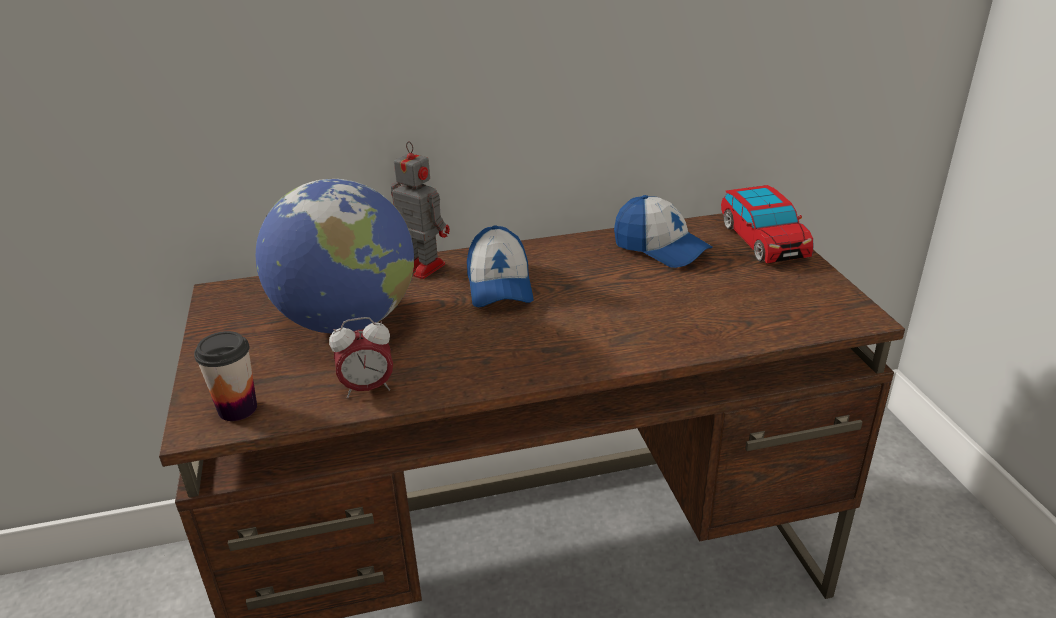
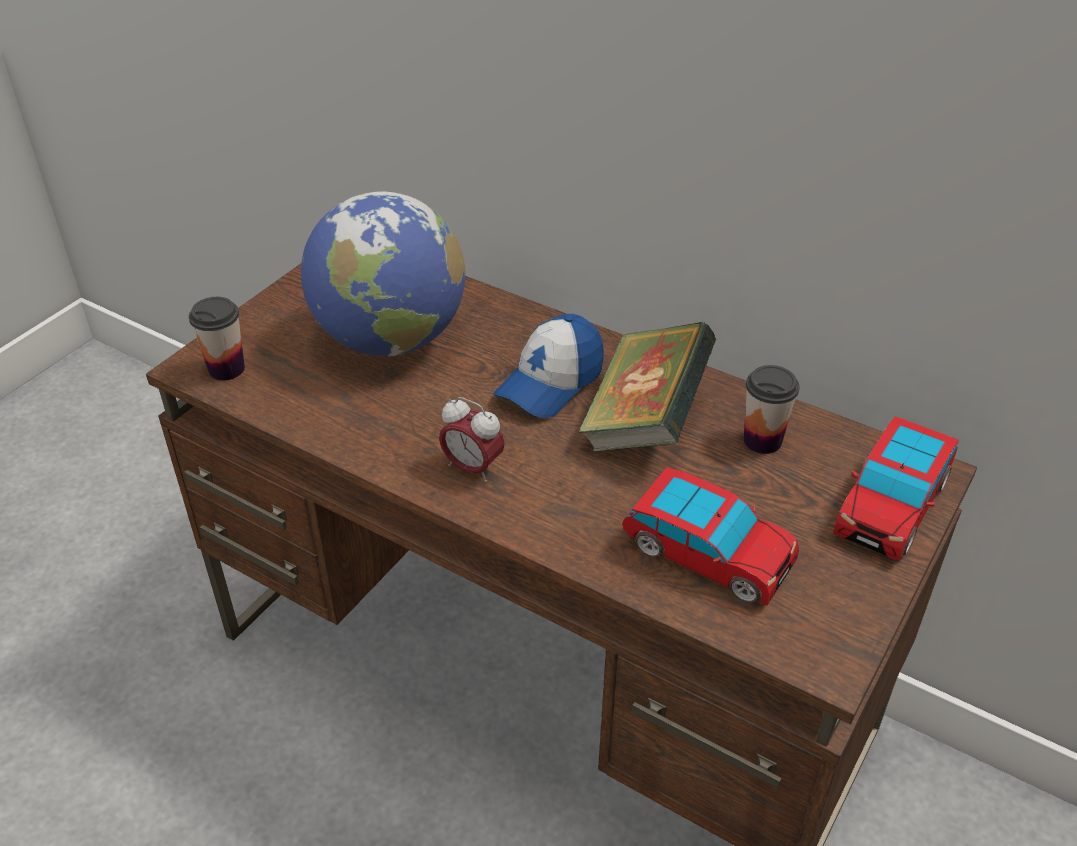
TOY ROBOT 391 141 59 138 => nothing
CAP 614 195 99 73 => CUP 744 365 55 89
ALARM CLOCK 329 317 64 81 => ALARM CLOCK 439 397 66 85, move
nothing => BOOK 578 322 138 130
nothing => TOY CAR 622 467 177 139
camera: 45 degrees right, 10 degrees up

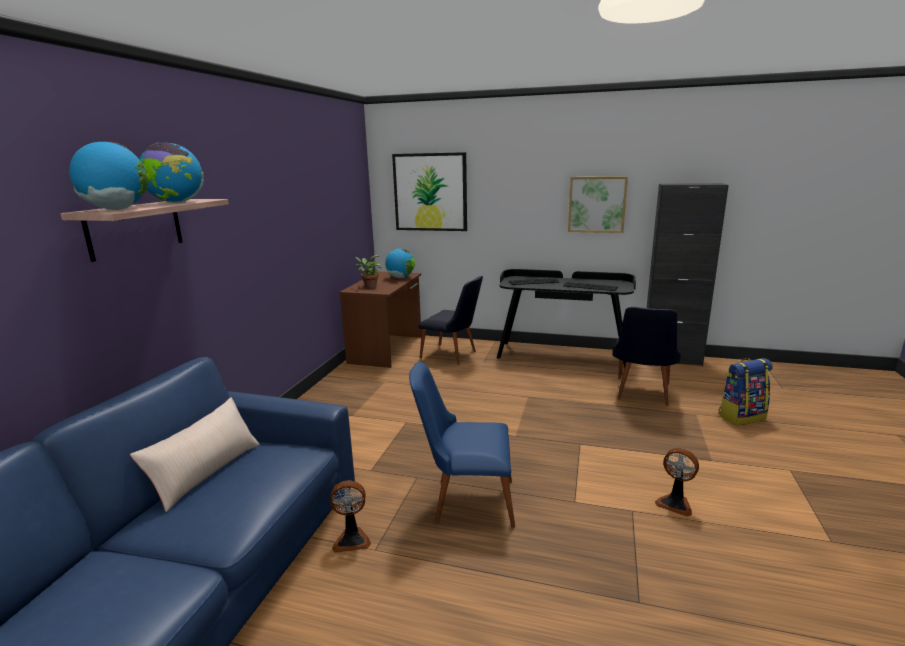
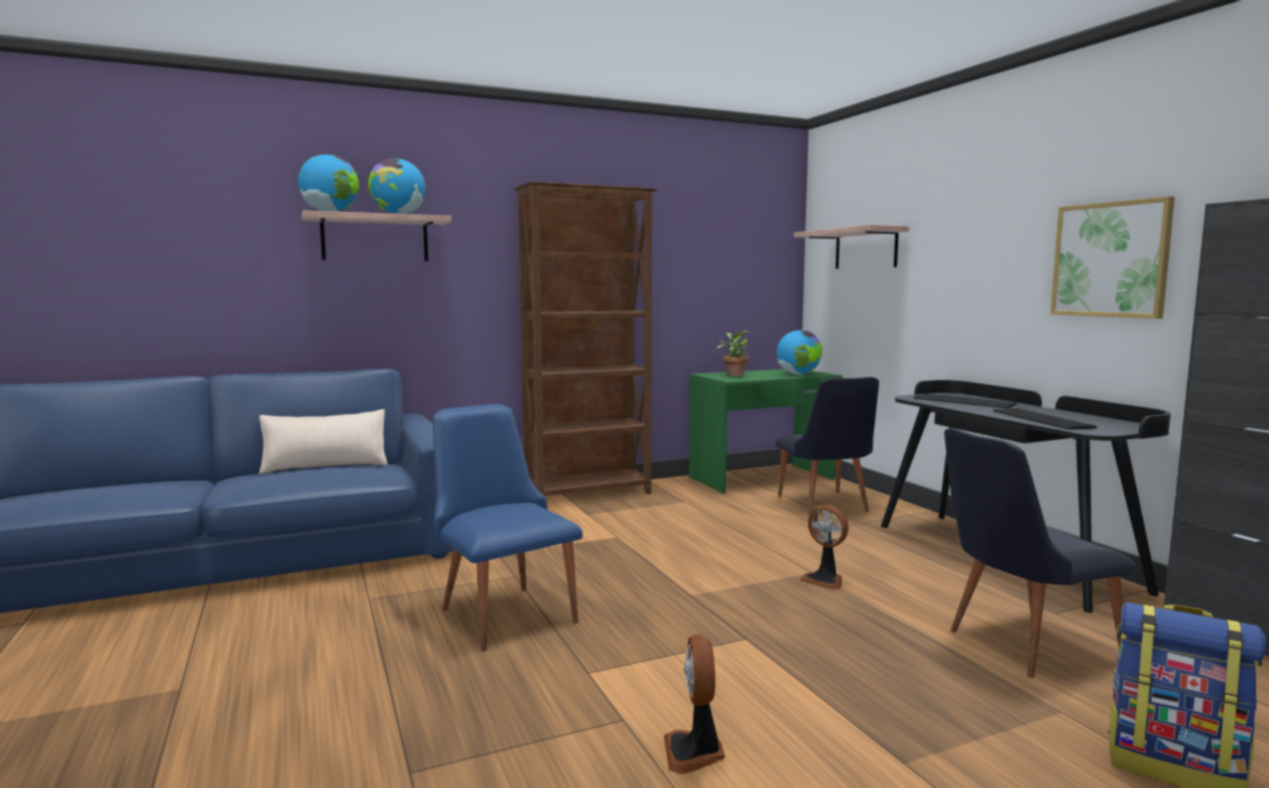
PICTURE 392 152 75 79 => SHELF 794 225 115 44
BROWN DESK 339 271 82 97 => GREEN DESK 689 369 153 125
FAN 330 481 41 72 => FAN 800 505 49 85, move
nothing => BROWN BOOKCASE 513 181 145 315
camera: 50 degrees right, 10 degrees down

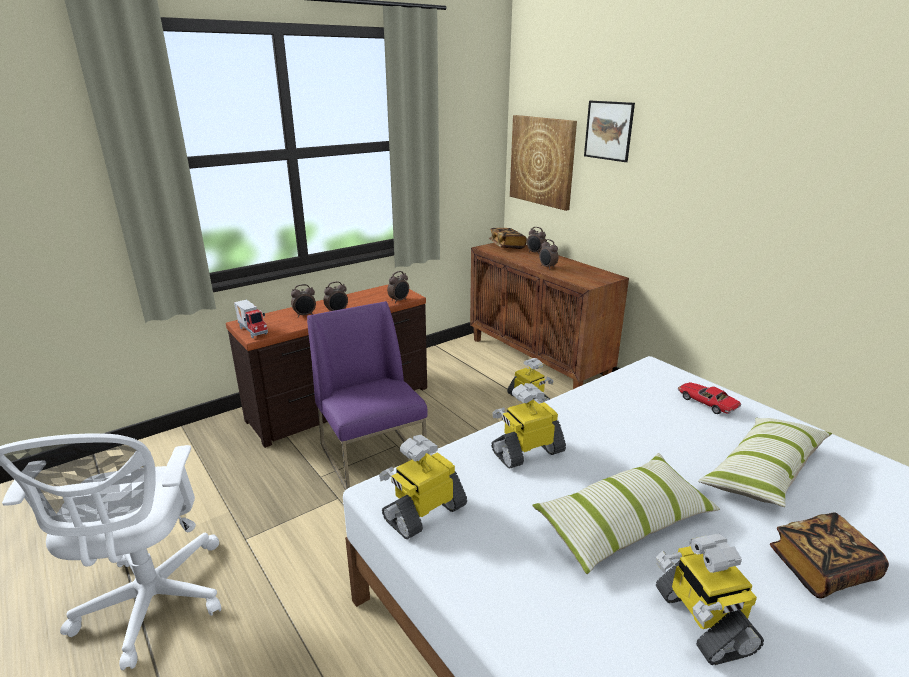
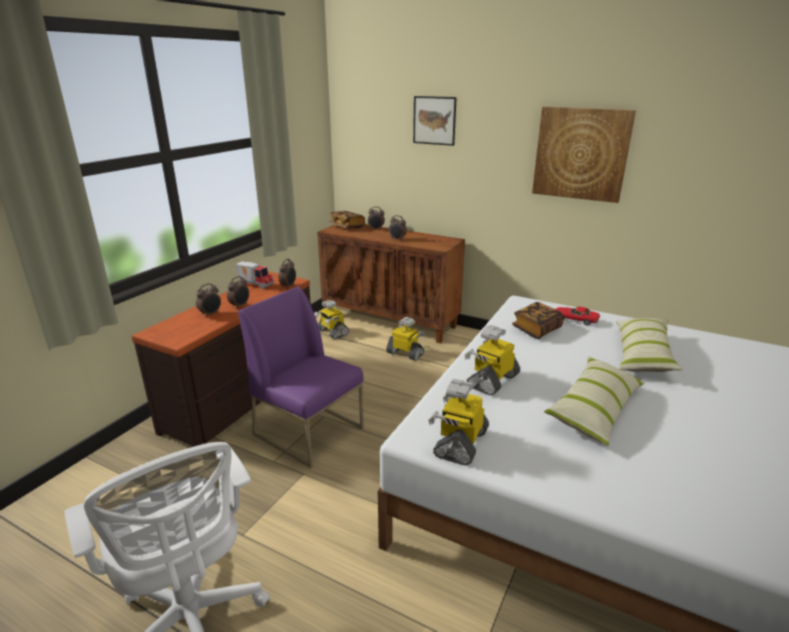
PICTURE 510 115 67 96 => PICTURE 532 107 104 96, move
TOY TRUCK 234 300 34 38 => TOY TRUCK 236 261 38 28, move
BOOK 770 512 119 87 => BOOK 512 302 52 37, move
TOY ROBOT 656 533 108 133 => TOY ROBOT 314 300 35 39, move
camera: 25 degrees left, 0 degrees up

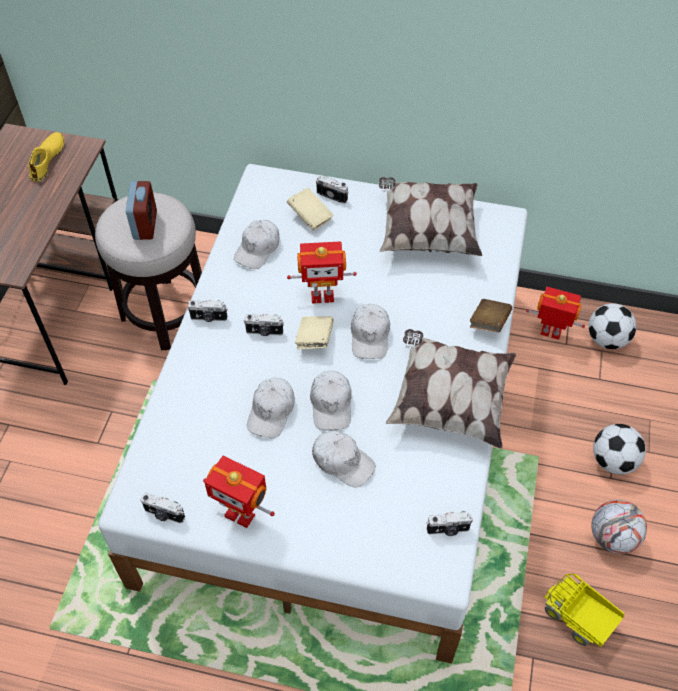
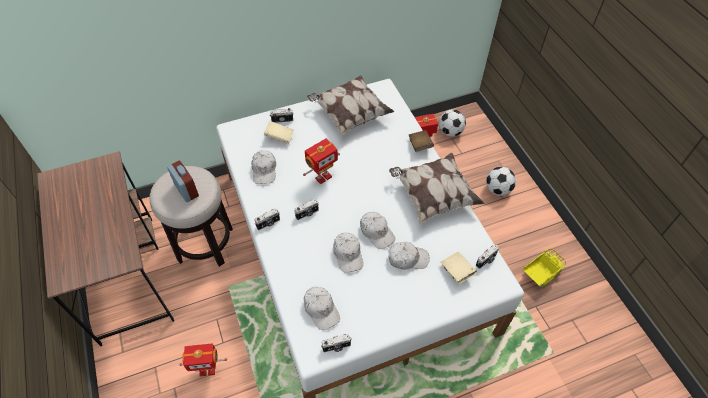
YELLOW SHOE 28 132 36 50 => nothing
WHITE CAP 351 304 39 55 => WHITE CAP 304 287 36 43, move
BEIGE BOOK 295 316 39 33 => BEIGE BOOK 441 252 36 32, move
TOY ROBOT 203 455 72 73 => TOY ROBOT 179 343 48 33, move
FOOTBALL 591 500 56 54 => nothing
TOY TRUCK 542 574 83 73 => TOY TRUCK 523 249 43 40, 135 degrees clockwise
camera: 35 degrees left, 0 degrees up

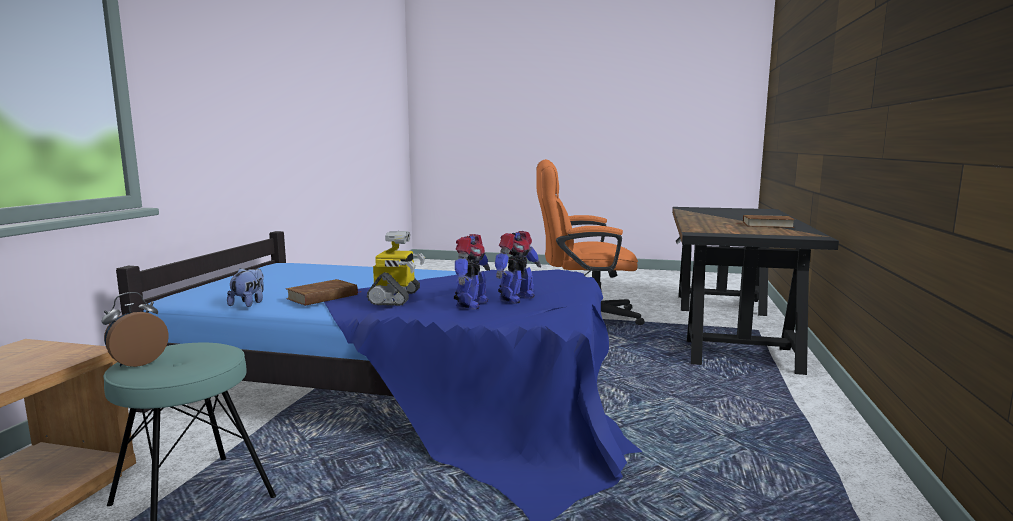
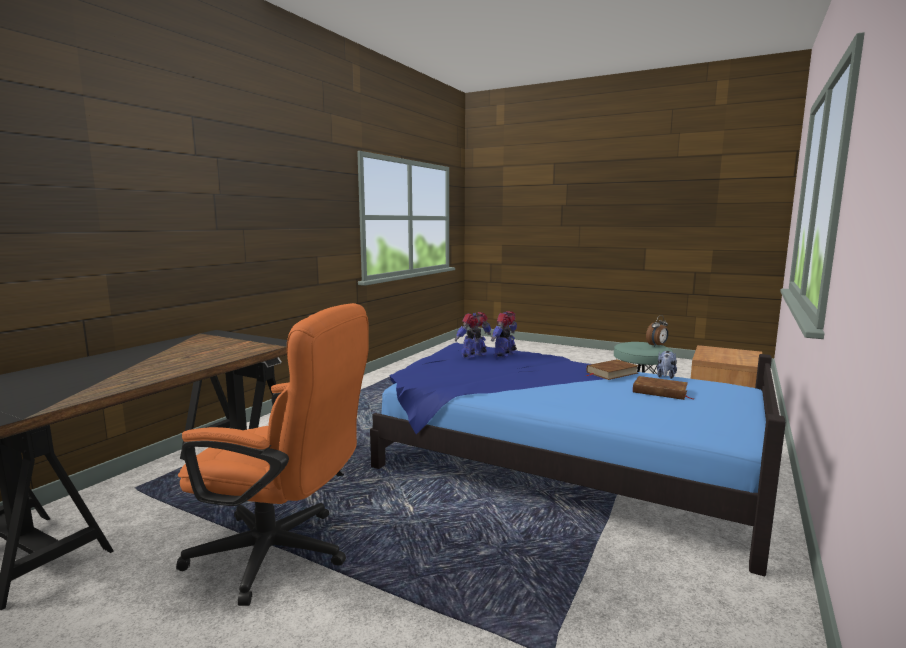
BROWN BOOK 735 215 60 13 => BROWN BOOK 633 376 62 24, move
TOY ROBOT 367 231 58 75 => nothing
camera: 165 degrees left, 0 degrees up

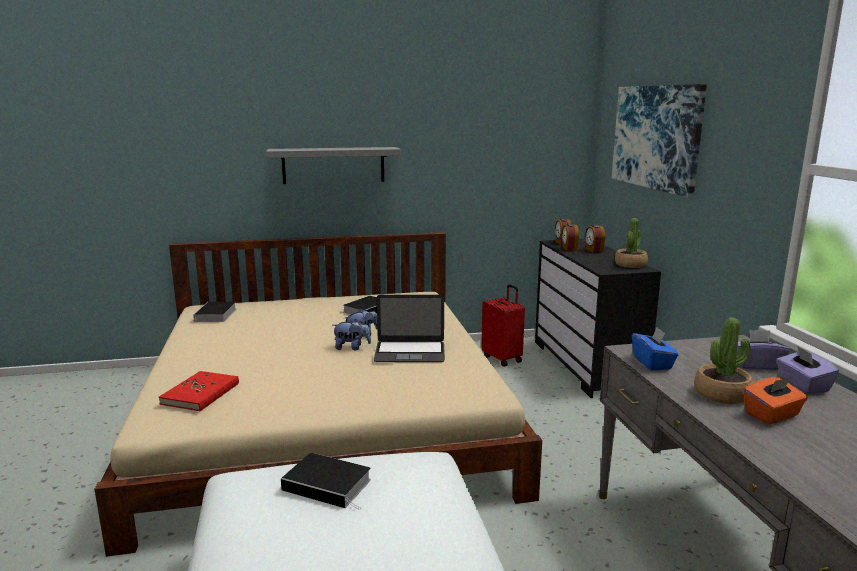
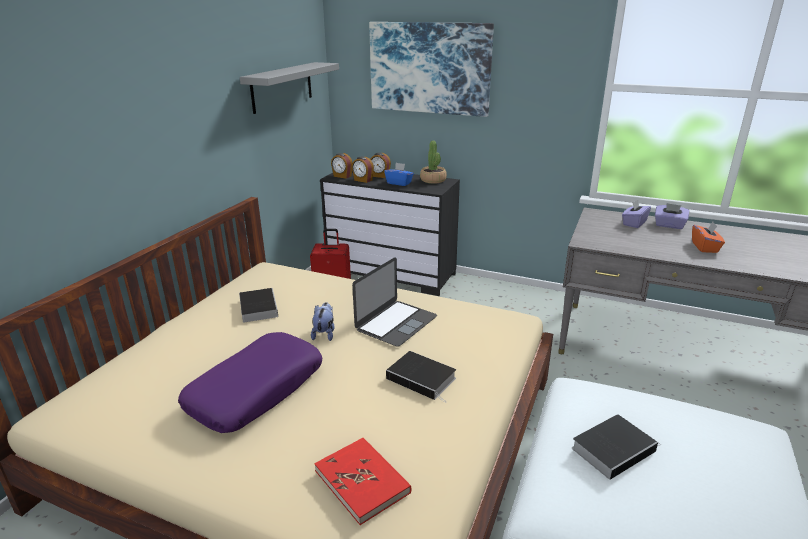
GREY SHELF 266 147 135 37 => GREY SHELF 240 62 99 52, move
BOOK 193 302 43 22 => BOOK 386 351 70 52, move
POTTED PLANT 694 317 59 87 => nothing
PLUSH TOY 333 319 38 31 => nothing
BLUE TISSUE BOX 632 327 46 43 => BLUE TISSUE BOX 384 163 30 23, move
nothing => PURPLE PILLOW 178 332 144 101
camera: 55 degrees left, 10 degrees up

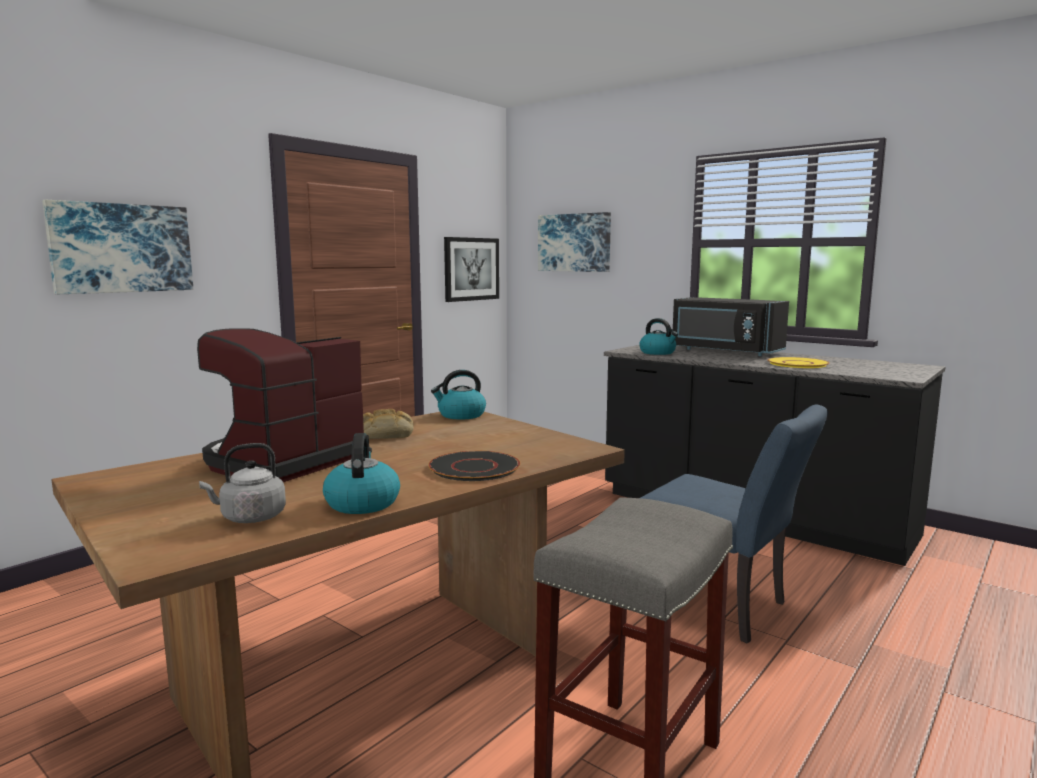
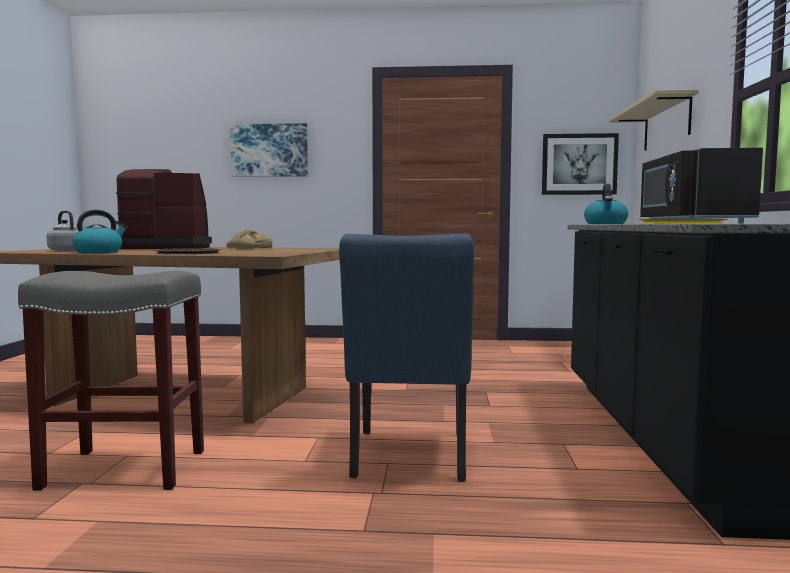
PICTURE 538 212 73 60 => BEIGE SHELF 608 89 91 62
KETTLE 431 370 55 50 => nothing
camera: 55 degrees right, 5 degrees down

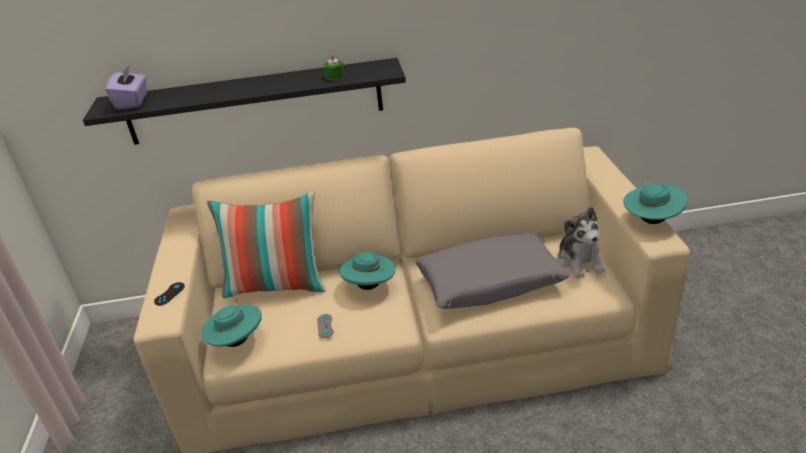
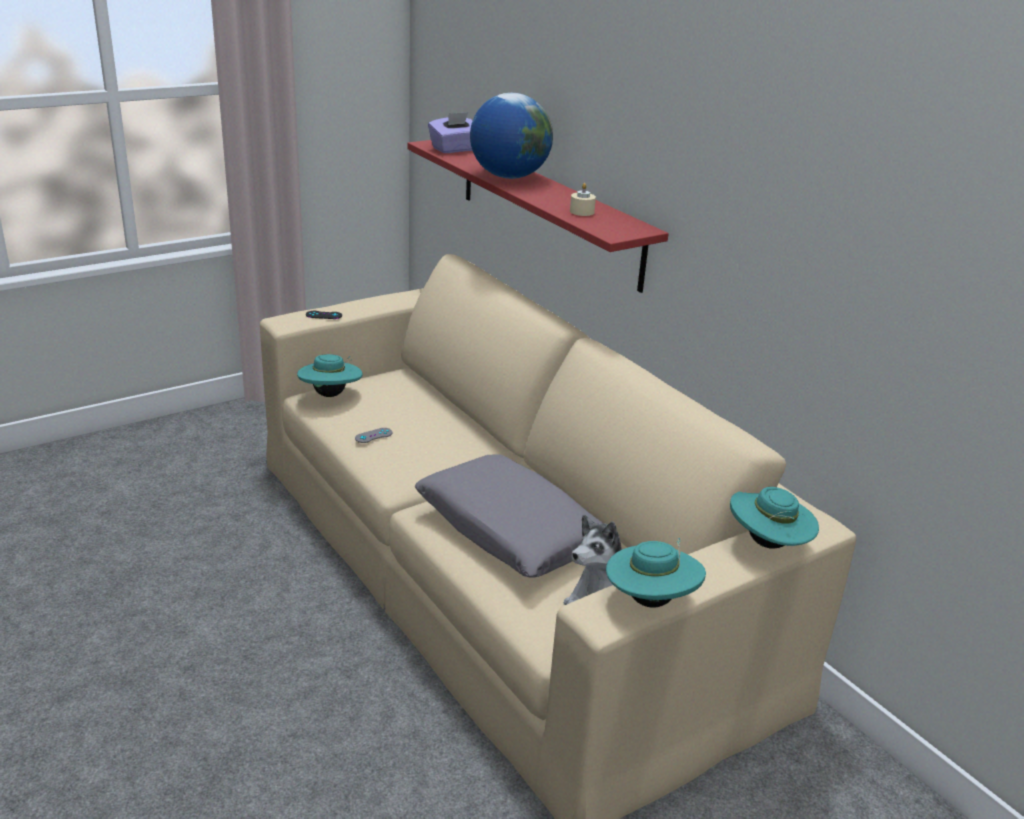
GREEN CANDLE 324 53 21 27 => BEIGE CANDLE 570 183 26 33
BLACK SHELF 83 58 323 87 => RED SHELF 407 140 262 153
PILLOW 207 191 119 108 => nothing
TURQUOISE HAT 339 252 57 38 => TURQUOISE HAT 730 487 89 62, move
nothing => GLOBE 470 93 83 86
camera: 60 degrees right, 5 degrees down

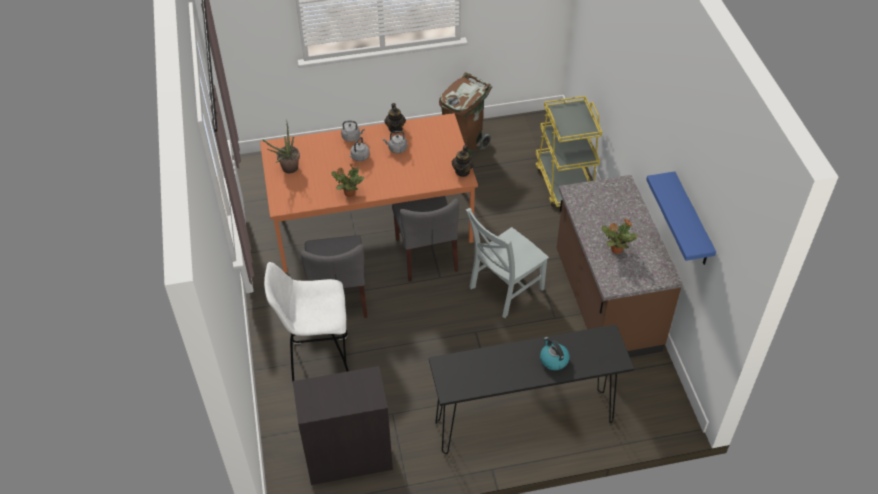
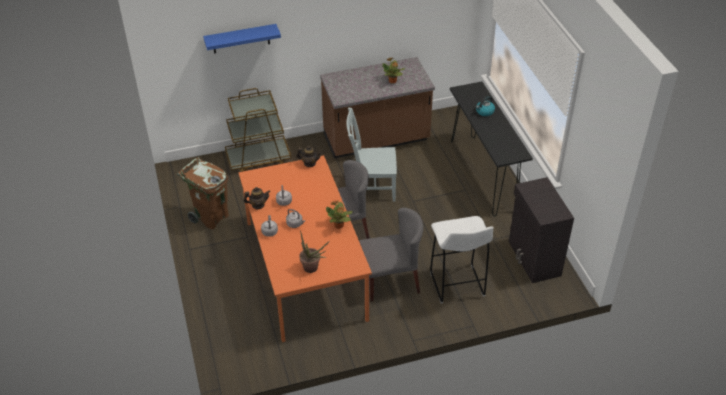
YELLOW CART 536 96 66 111 => BROWN CART 225 88 66 84
BLUE SHELF 646 171 70 94 => BLUE SHELF 203 24 78 30, move
GREY CHAIR 466 208 83 110 => GREY CHAIR 346 108 51 93, 135 degrees clockwise
camera: 95 degrees left, 5 degrees down

